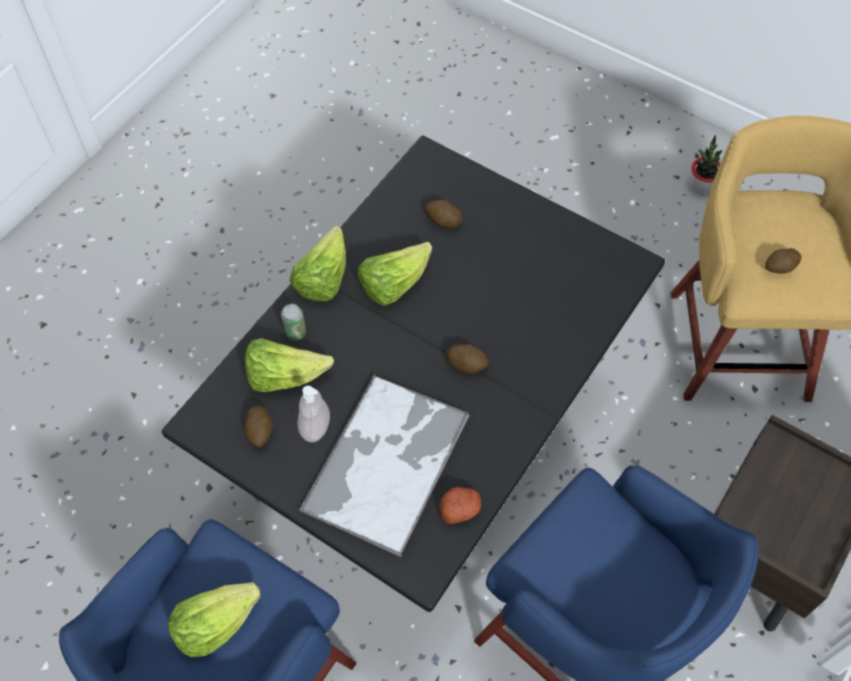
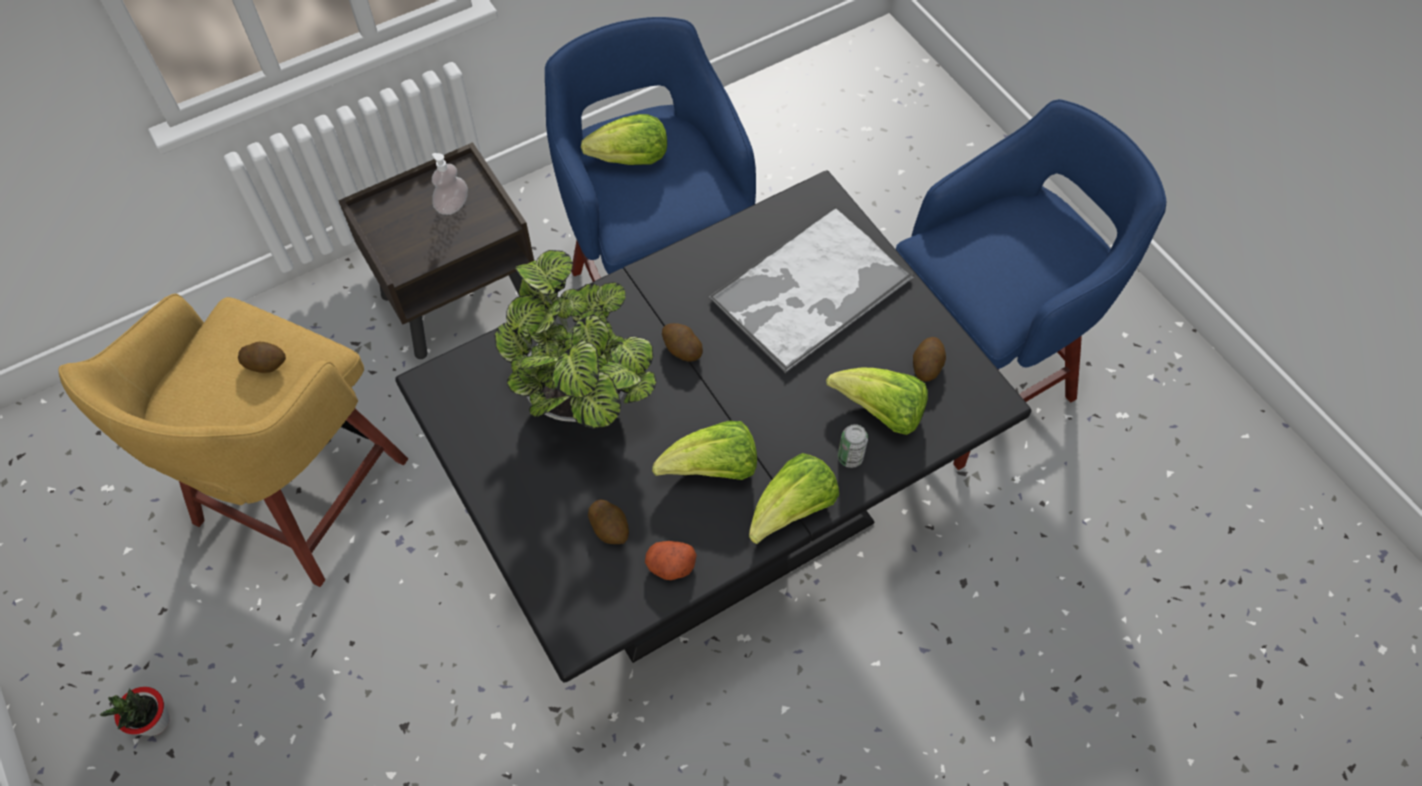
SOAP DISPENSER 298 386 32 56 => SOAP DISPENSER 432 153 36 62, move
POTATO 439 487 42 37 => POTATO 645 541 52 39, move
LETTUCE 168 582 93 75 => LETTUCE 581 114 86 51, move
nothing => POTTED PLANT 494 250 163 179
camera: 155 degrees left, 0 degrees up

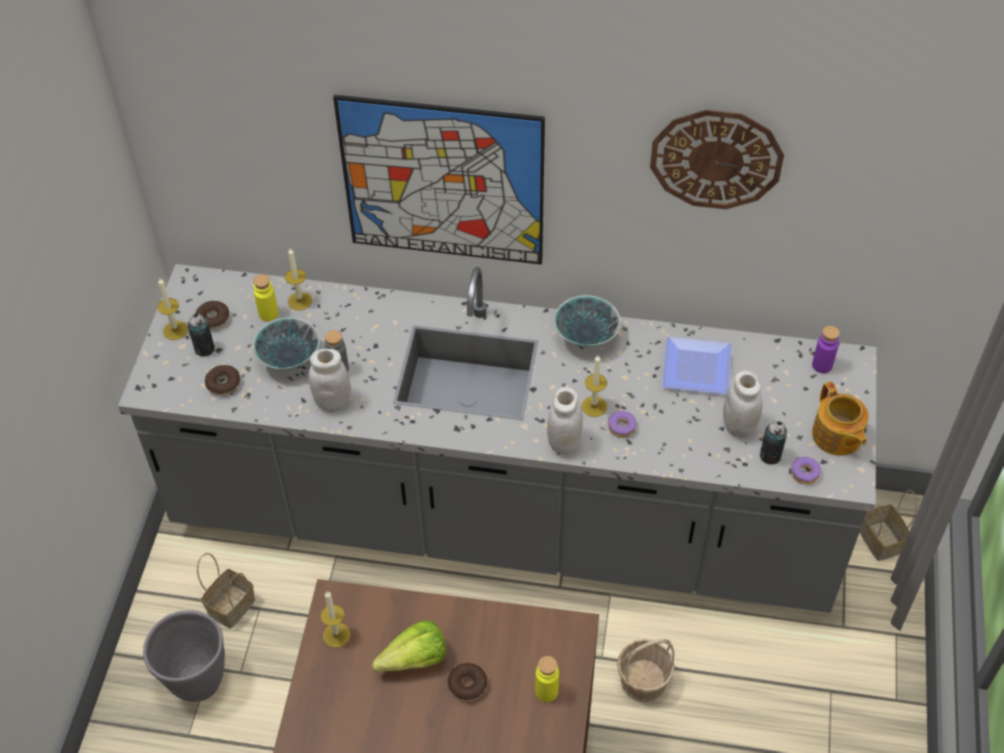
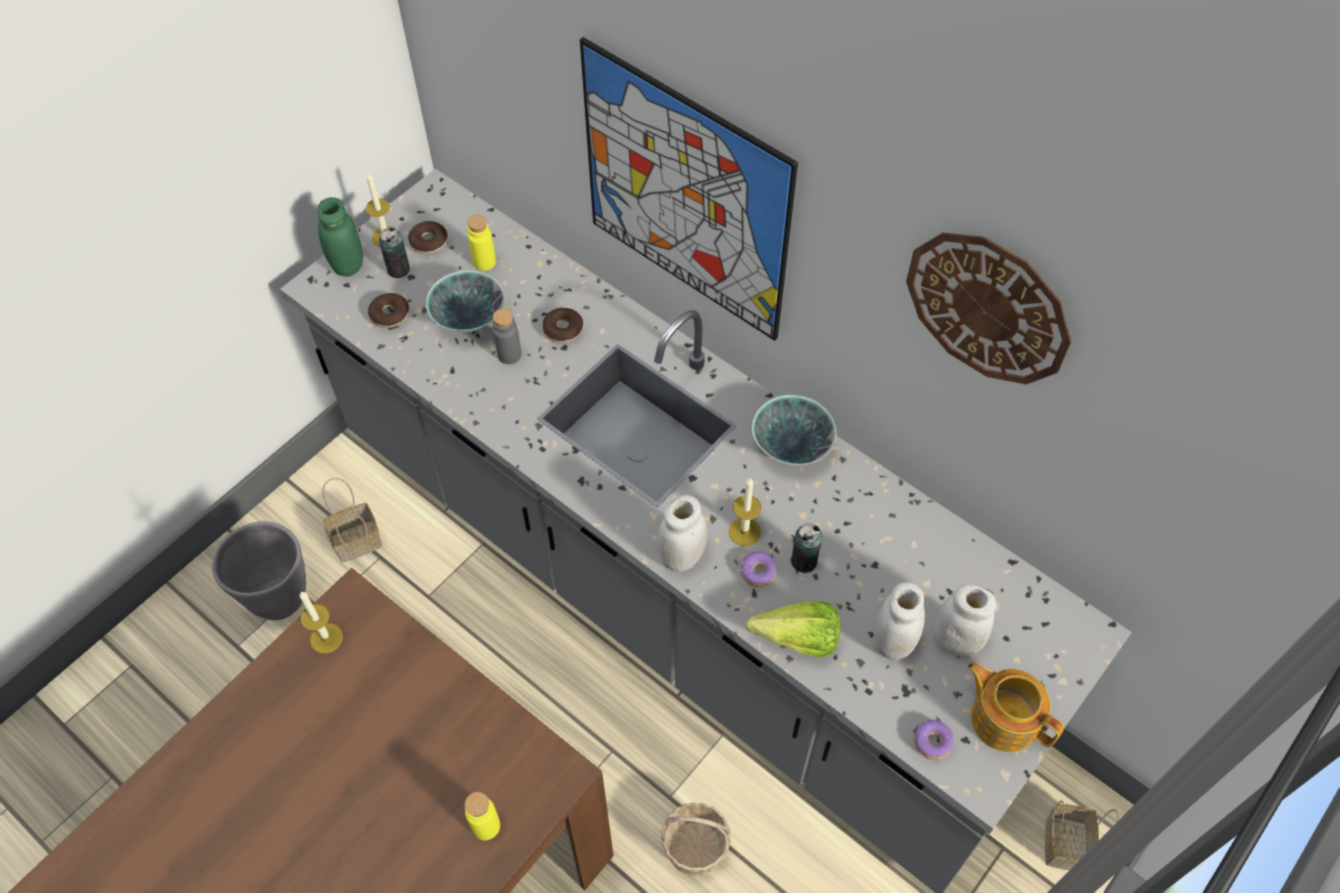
CANDLE 285 248 27 62 => nothing
PURPLE BOTTLE 812 326 28 47 => nothing
PLATE 662 336 70 58 => nothing
WHITE JAR 309 349 42 62 => WHITE JAR 935 584 61 73, move
TEAPOT 812 381 57 75 => TEAPOT 967 662 97 90, 120 degrees clockwise
CAN 760 421 27 44 => CAN 790 523 33 50, move
LETTUCE 372 620 74 52 => LETTUCE 746 602 94 55, move
DONUT 448 663 39 38 => DONUT 543 308 40 35, move
nothing => GREEN JAR 317 197 46 80
camera: 30 degrees right, 5 degrees up

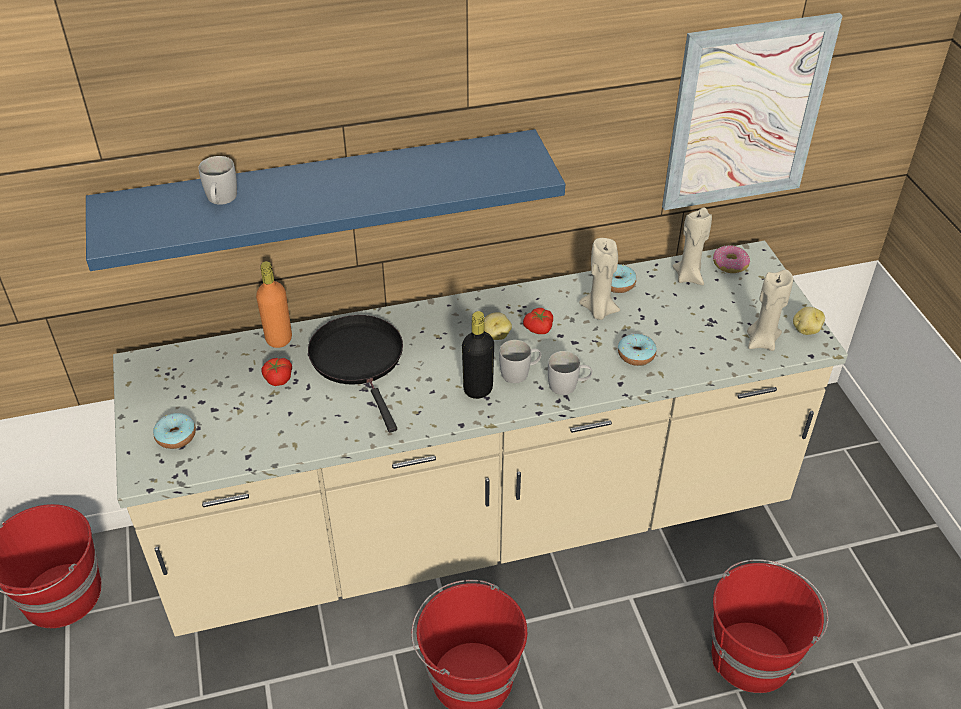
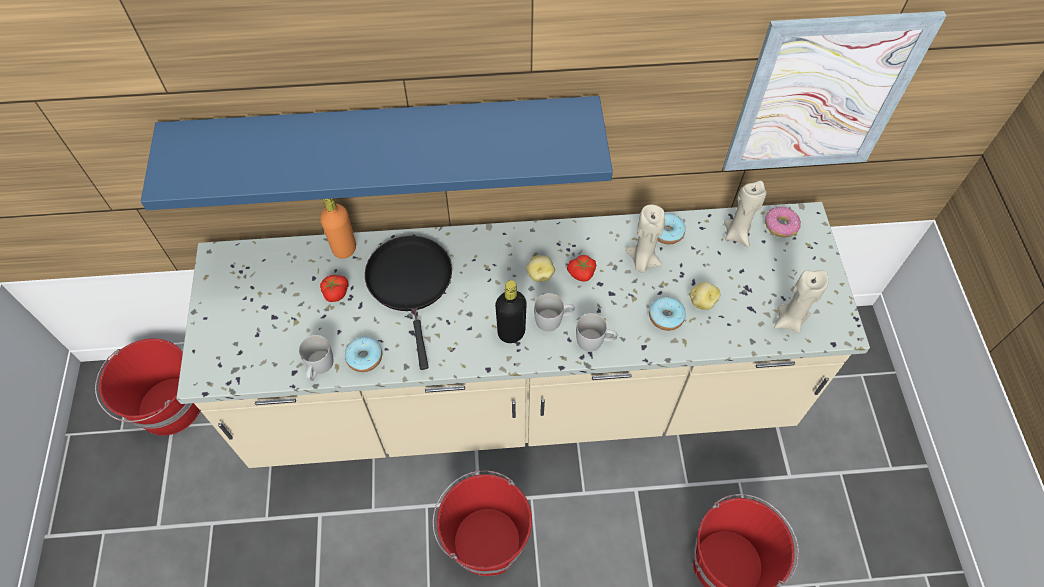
WHITE MUG 198 156 39 49 => WHITE MUG 299 335 34 46, move
POTATO 793 307 32 28 => POTATO 690 282 30 28, move
DONUT 153 413 43 36 => DONUT 345 337 37 35, move
camera: 10 degrees right, 15 degrees up

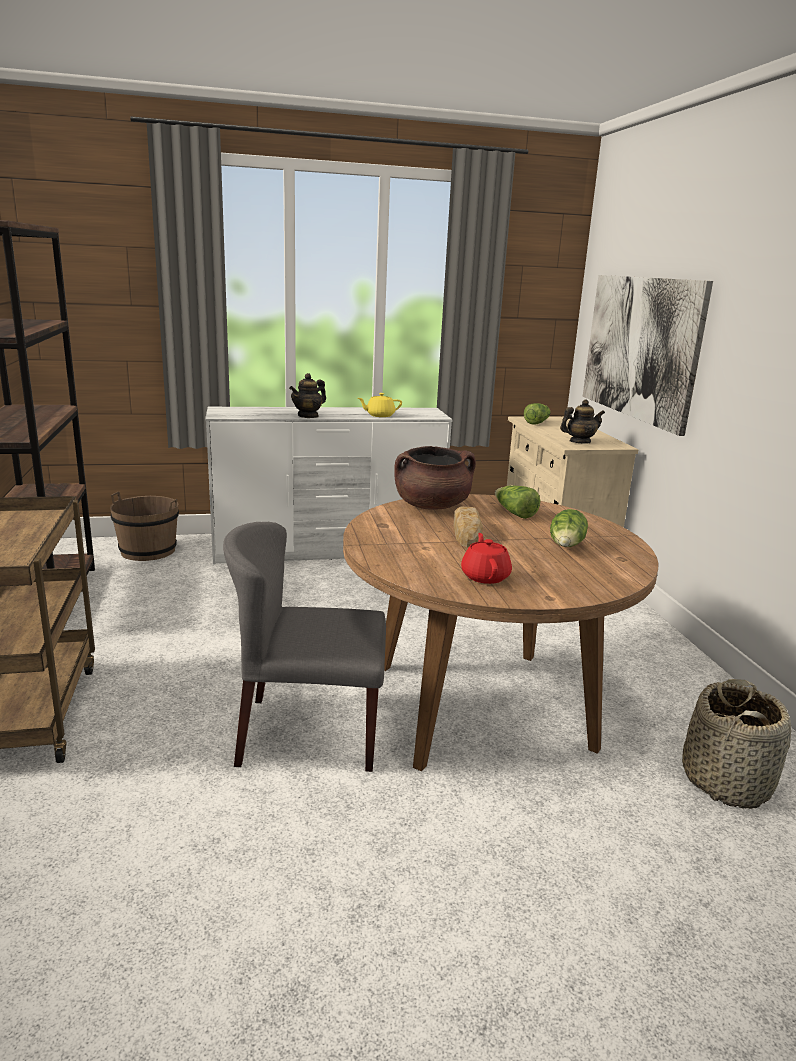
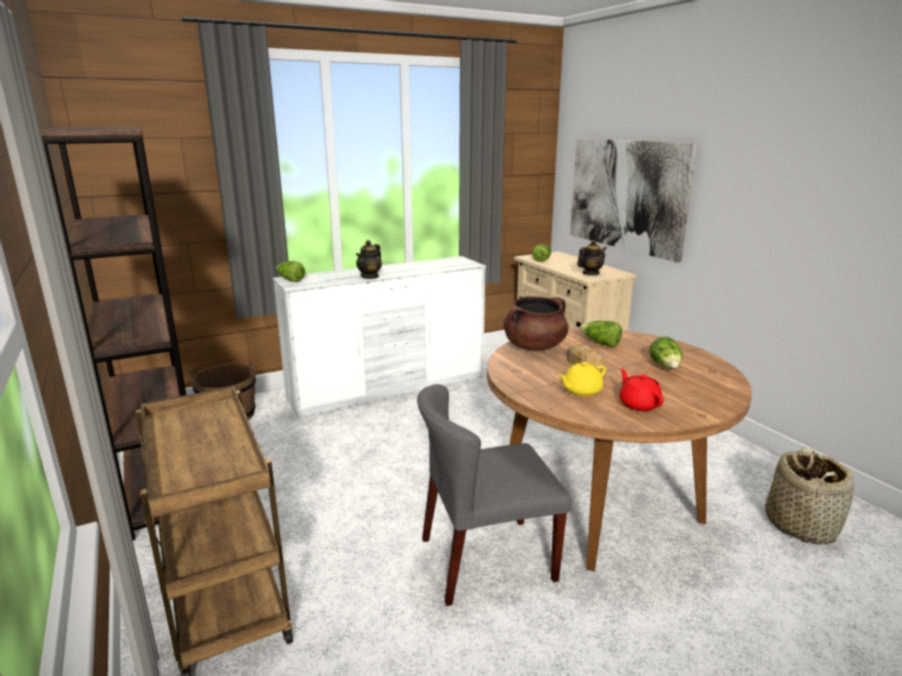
YELLOW TEAPOT 358 393 44 24 => YELLOW TEAPOT 558 362 48 34, move
nothing => LETTUCE 276 261 29 21
camera: 15 degrees left, 0 degrees up

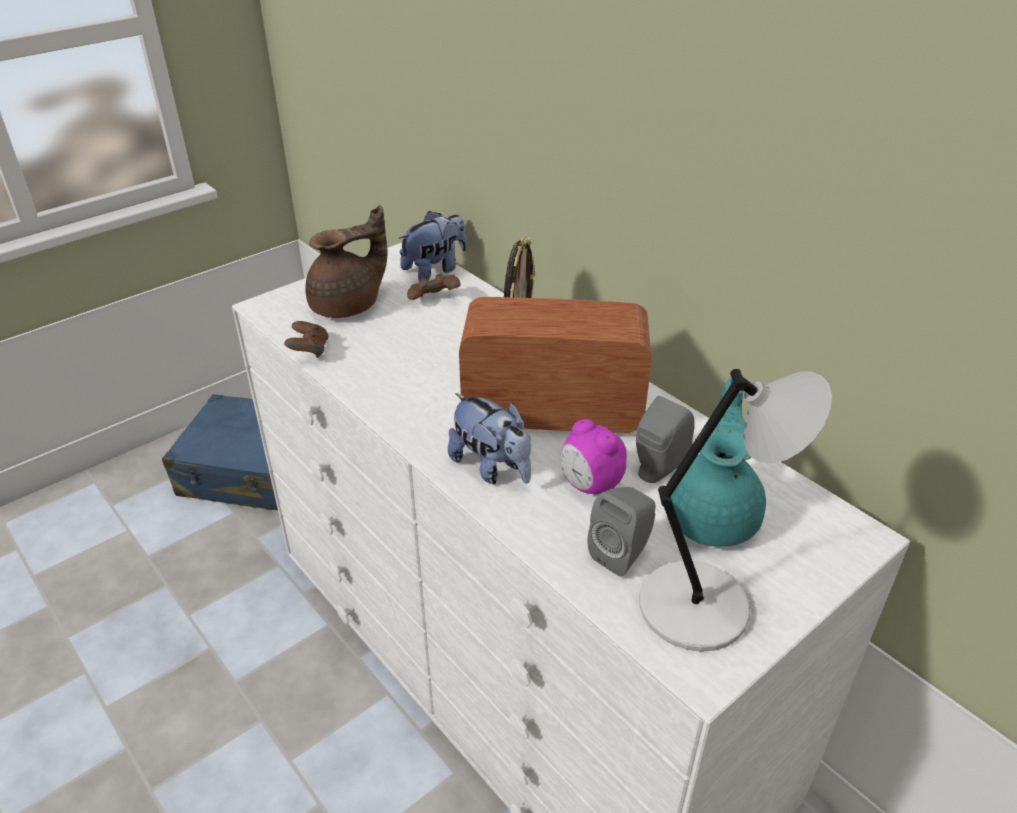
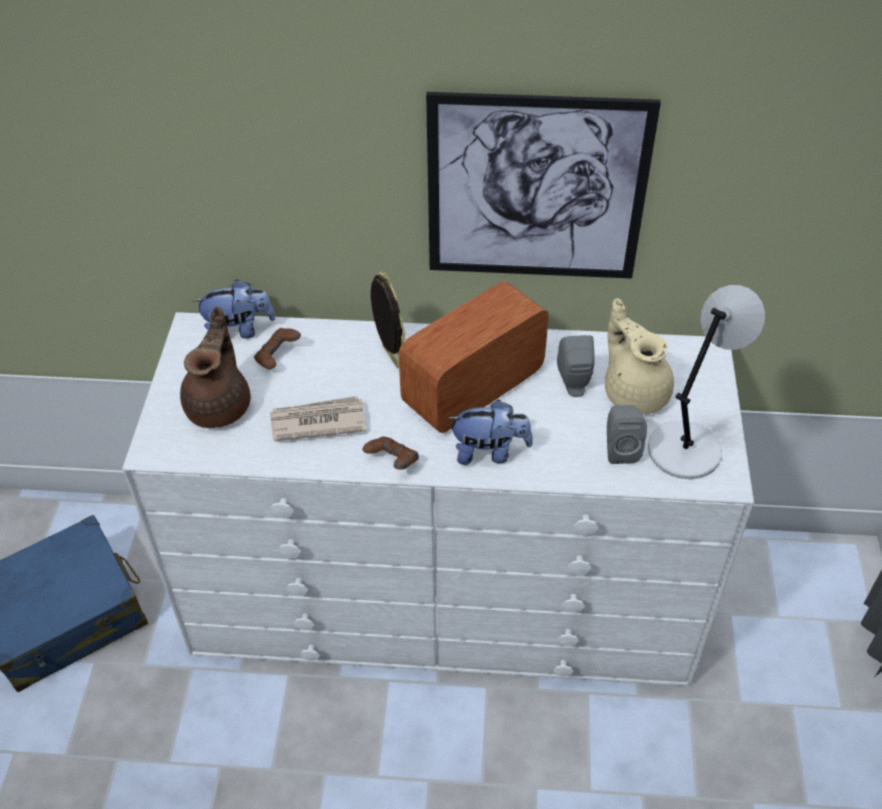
PLUSH TOY 399 211 68 70 => PLUSH TOY 193 279 82 60, 75 degrees clockwise
BROWN GAME CONTROLLER 284 321 45 37 => BROWN GAME CONTROLLER 363 437 56 33, move
TURQUOISE TEAPOT 671 377 95 169 => BEIGE TEAPOT 605 298 69 117
ALARM CLOCK 560 419 67 75 => nothing
nothing => PICTURE 426 92 235 187
nothing => NEWSPAPER 270 396 96 45
camera: 45 degrees left, 10 degrees up

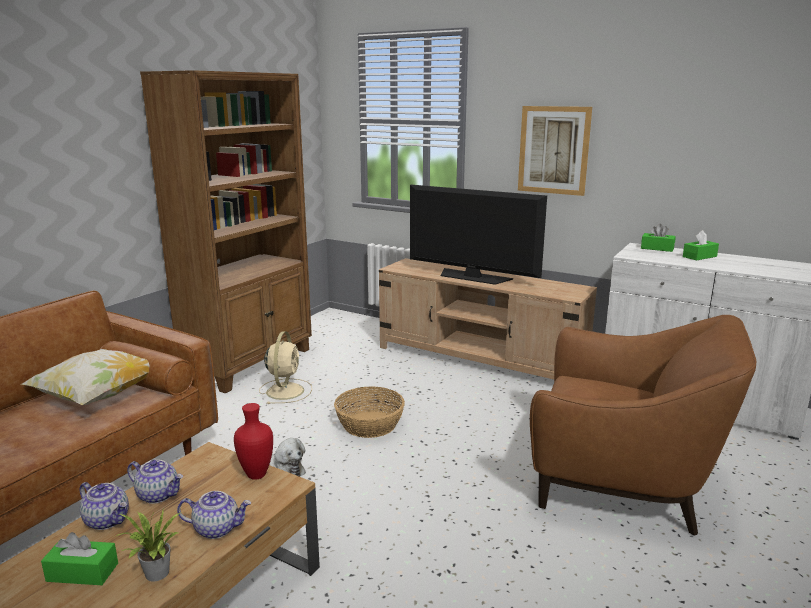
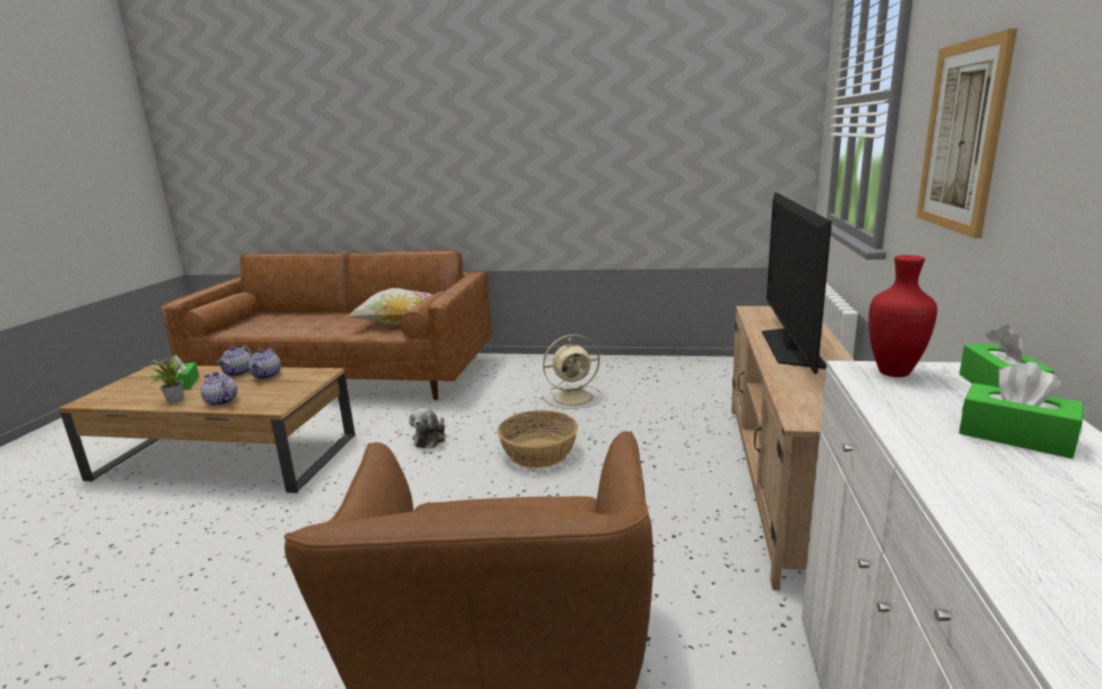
BROWN BOOKCASE 140 70 172 323 => nothing
RED VASE 234 403 39 77 => RED VASE 869 255 68 122, move
TEAPOT 177 491 74 48 => TEAPOT 200 372 37 34, 150 degrees clockwise
camera: 70 degrees right, 0 degrees up

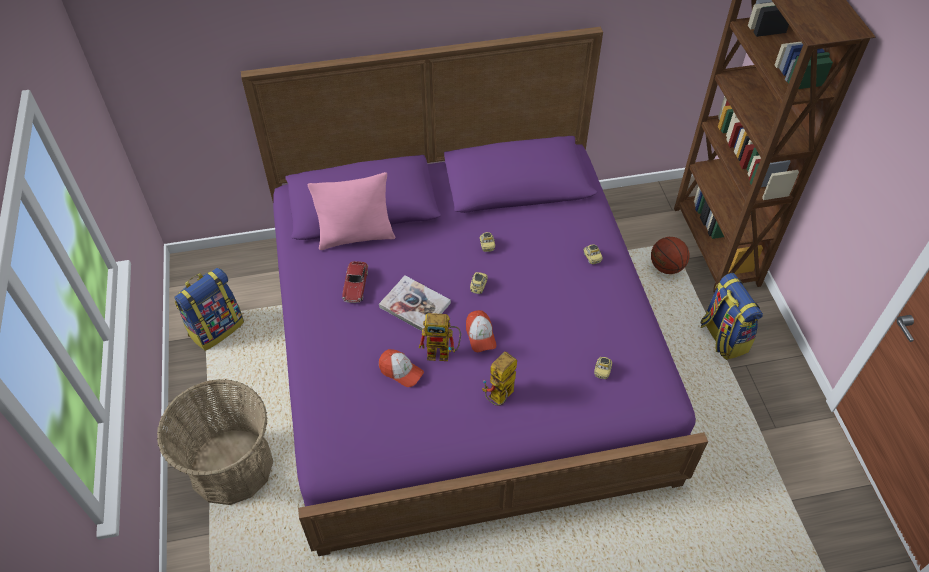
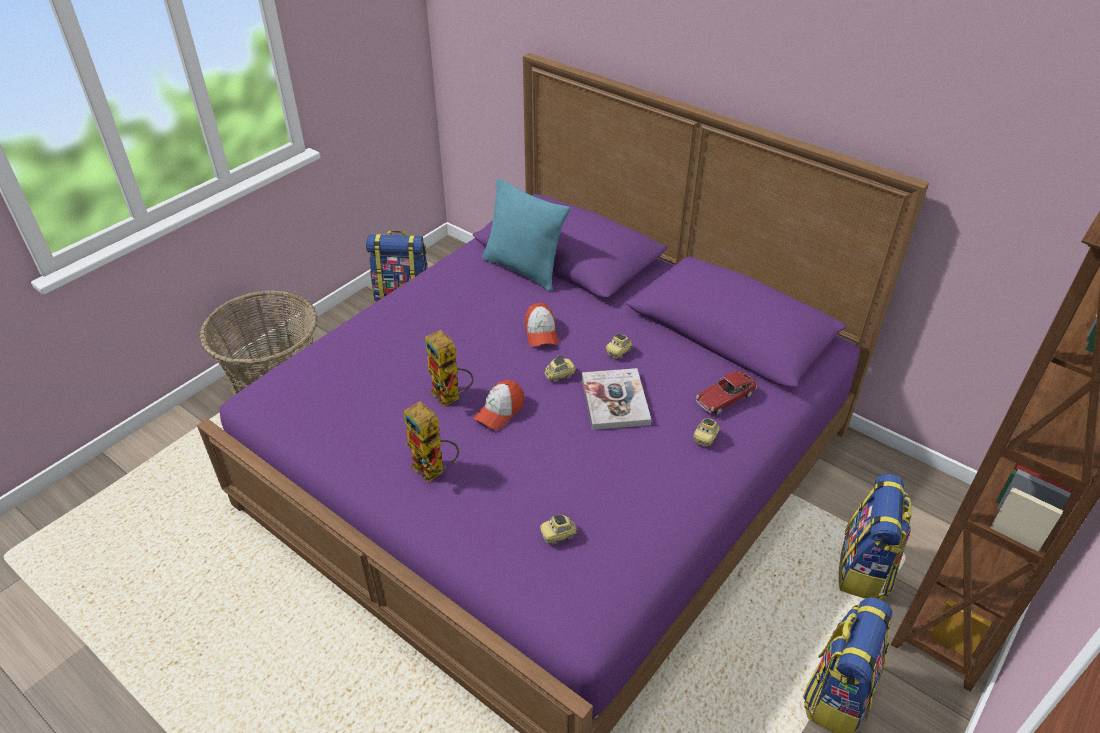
PINK PILLOW 308 172 87 78 => TURQUOISE PILLOW 482 178 88 113
BASKETBALL 651 237 38 37 => BACKPACK 839 474 73 126
TOY CAR 342 261 26 42 => TOY CAR 696 371 61 44, move
BOOK 379 276 72 55 => BOOK 582 368 69 62, move
CAP 379 349 45 38 => CAP 525 303 33 44, move
TOY ROBOT 482 352 35 54 => TOY ROBOT 403 401 56 82, 135 degrees counterclockwise
camera: 50 degrees right, 10 degrees down

